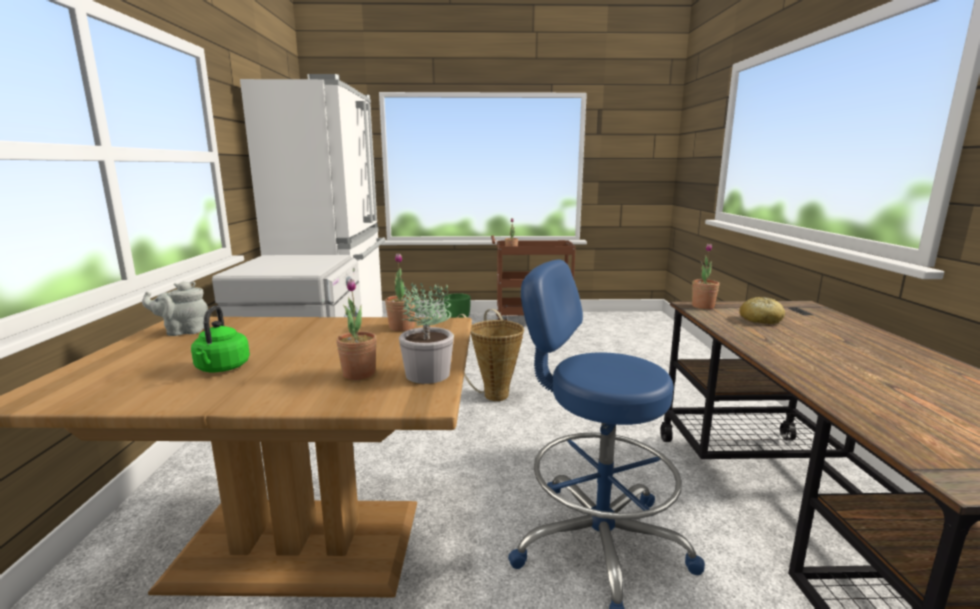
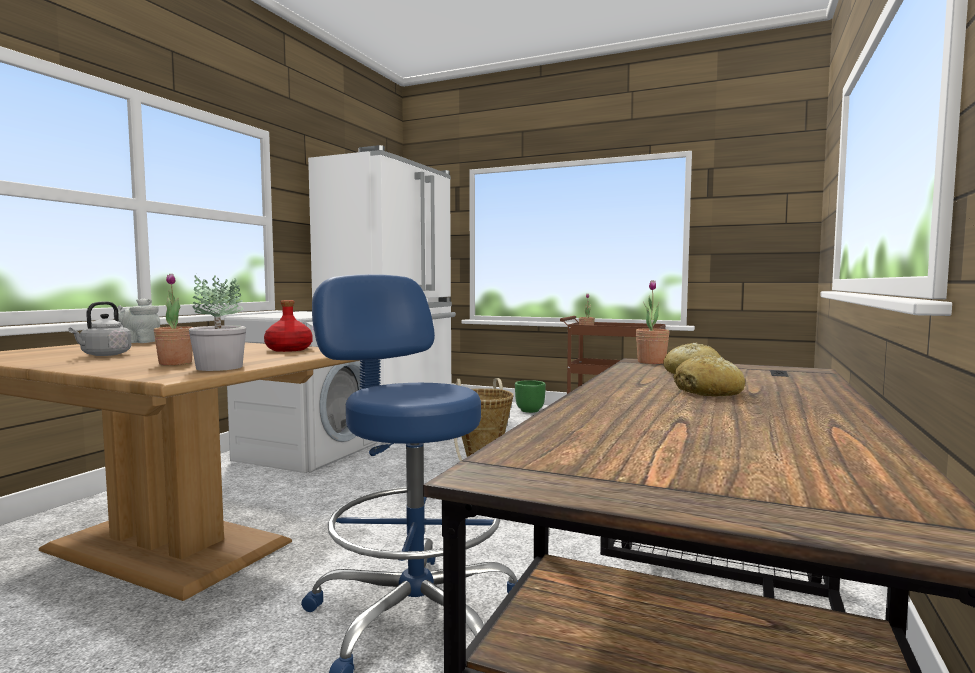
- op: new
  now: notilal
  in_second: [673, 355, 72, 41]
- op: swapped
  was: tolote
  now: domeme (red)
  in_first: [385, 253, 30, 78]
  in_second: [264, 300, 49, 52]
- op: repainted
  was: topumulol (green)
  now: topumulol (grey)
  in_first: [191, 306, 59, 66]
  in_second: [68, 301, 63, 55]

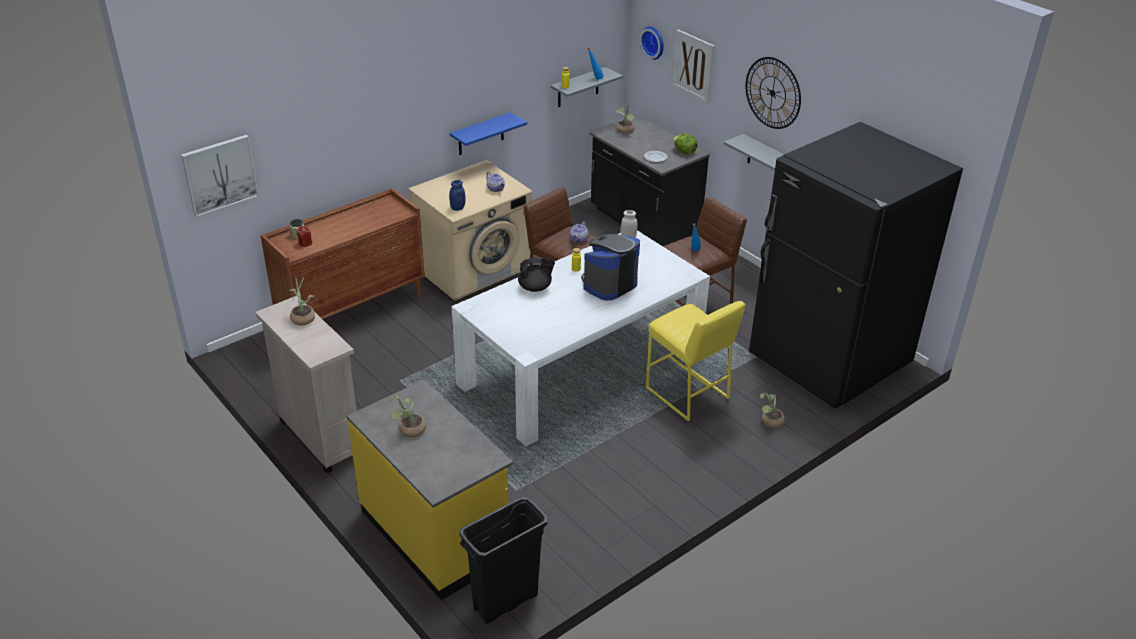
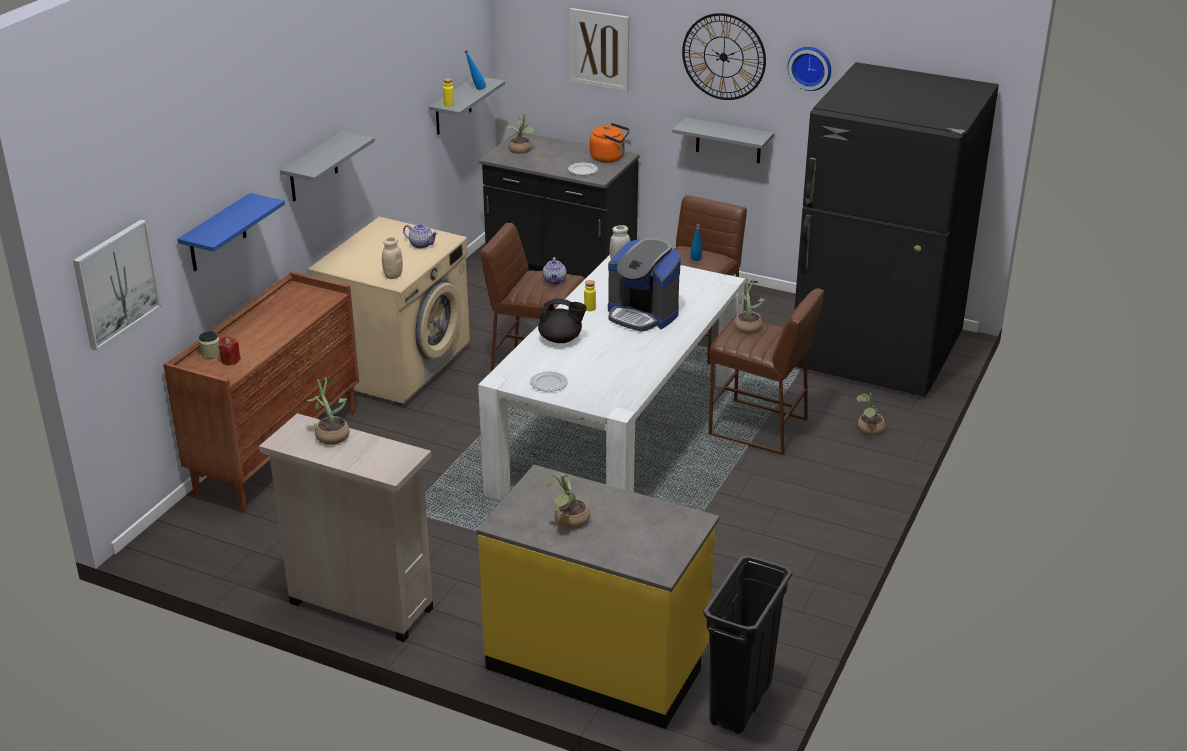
- op: new
  now: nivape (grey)
  in_second: [280, 131, 95, 70]
- op: new
  now: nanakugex
  in_second: [530, 371, 38, 21]
- op: new
  now: tolote
  in_second: [734, 278, 31, 56]
- op: shifted
  was: nivape (blue)
  in_first: [450, 112, 77, 43]
  in_second: [177, 193, 108, 78]
- op: shifted
  was: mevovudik
  in_first: [640, 26, 24, 34]
  in_second: [788, 47, 43, 44]
- op: swapped
  was: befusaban
  now: topumulol (orange)
  in_first: [673, 134, 25, 20]
  in_second: [590, 123, 40, 40]
- op: repainted
  was: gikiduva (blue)
  now: gikiduva (beige)
  in_first: [449, 180, 17, 31]
  in_second: [382, 237, 21, 42]
- op: repainted
  was: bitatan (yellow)
  now: bitatan (brown)
  in_first: [646, 301, 100, 120]
  in_second: [709, 288, 115, 167]
- op: rotated
  was: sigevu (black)
  in_first: [518, 258, 37, 34]
  in_second: [538, 298, 49, 45]
  clockwise: 45
- op: rotated
  was: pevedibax
  in_first: [581, 234, 59, 66]
  in_second: [608, 238, 73, 94]
  clockwise: -75

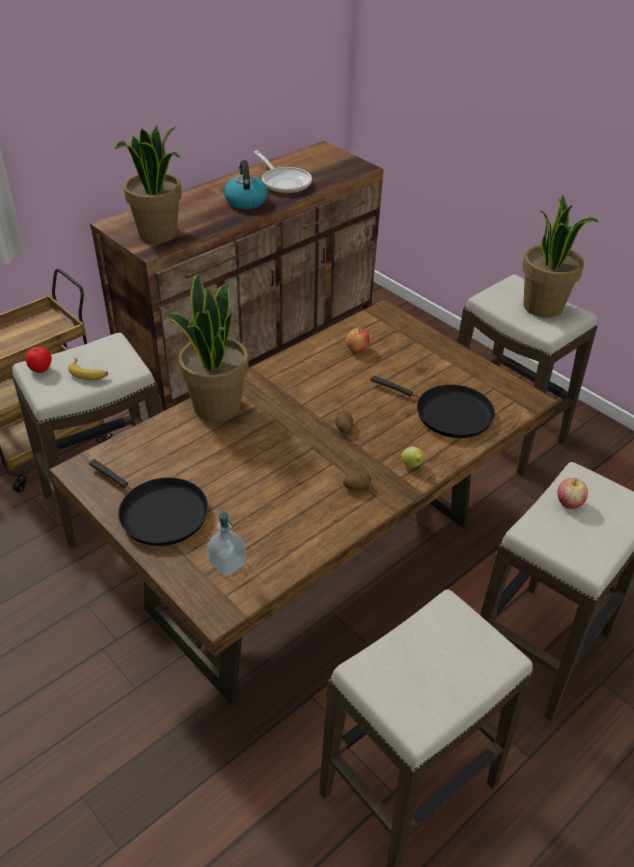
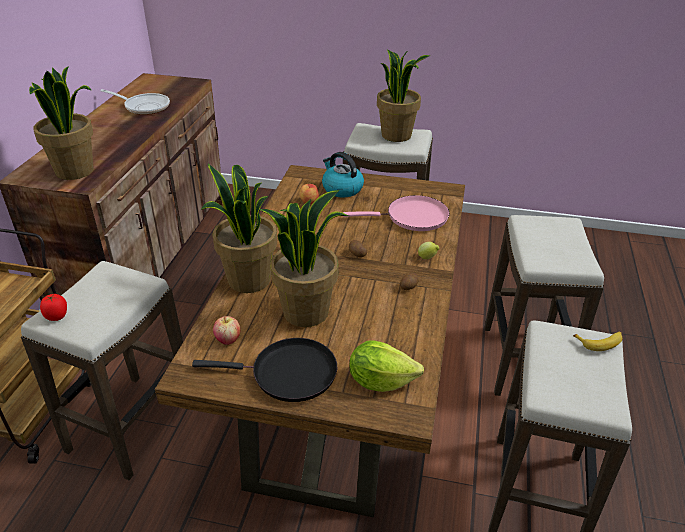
- op: new
  now: tolote
  in_second: [259, 190, 90, 137]
- op: shifted
  was: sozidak
  in_first: [68, 358, 40, 22]
  in_second: [573, 332, 49, 19]
- op: shifted
  was: topumulol
  in_first: [224, 160, 43, 49]
  in_second: [322, 152, 42, 46]
- op: shifted
  was: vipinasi
  in_first: [557, 478, 31, 31]
  in_second: [213, 316, 28, 29]
- op: swapped
  was: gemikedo
  now: befusaban
  in_first: [207, 512, 39, 64]
  in_second: [349, 340, 75, 52]
- op: repainted
  was: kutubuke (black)
  now: kutubuke (pink)
  in_first: [370, 376, 125, 62]
  in_second: [343, 195, 107, 36]

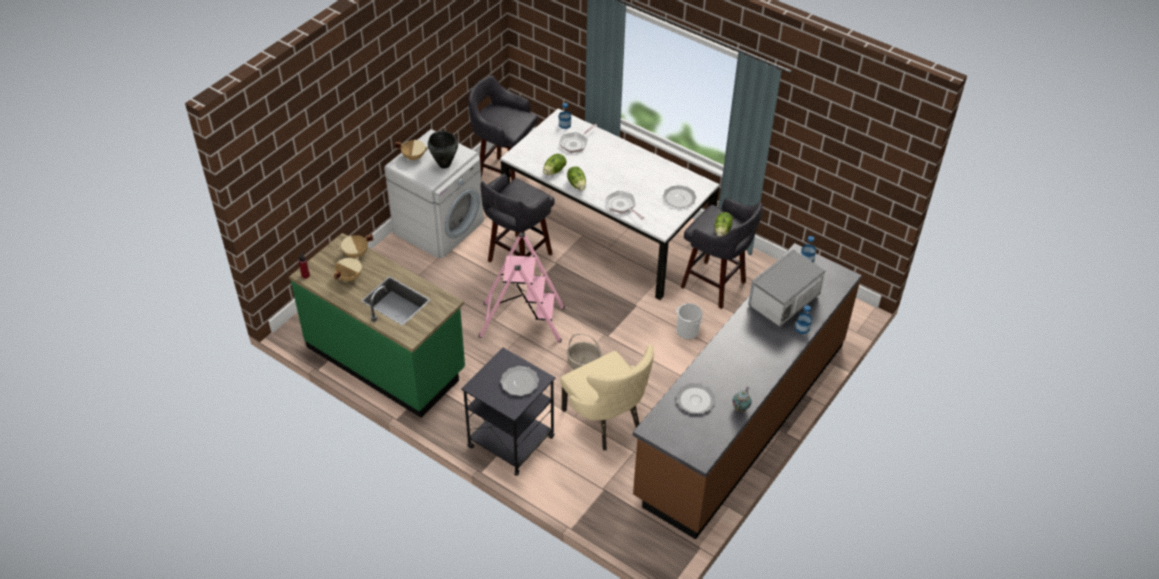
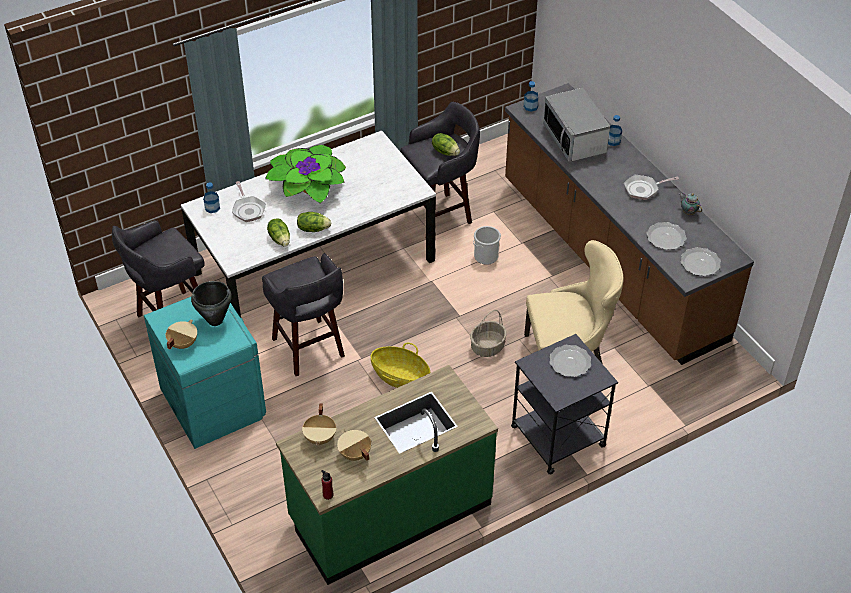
- op: new
  now: tolote
  in_second: [265, 145, 81, 59]
- op: shifted
  was: kutubuke
  in_first: [606, 191, 39, 28]
  in_second: [624, 175, 55, 25]
- op: shifted
  was: nanakugex
  in_first: [663, 185, 34, 23]
  in_second: [681, 247, 40, 29]
- op: swapped
  was: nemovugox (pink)
  now: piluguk
  in_first: [478, 232, 87, 110]
  in_second: [371, 343, 60, 45]
- op: repainted
  was: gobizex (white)
  now: gobizex (turquoise)
  in_first: [384, 129, 100, 129]
  in_second: [144, 297, 122, 152]

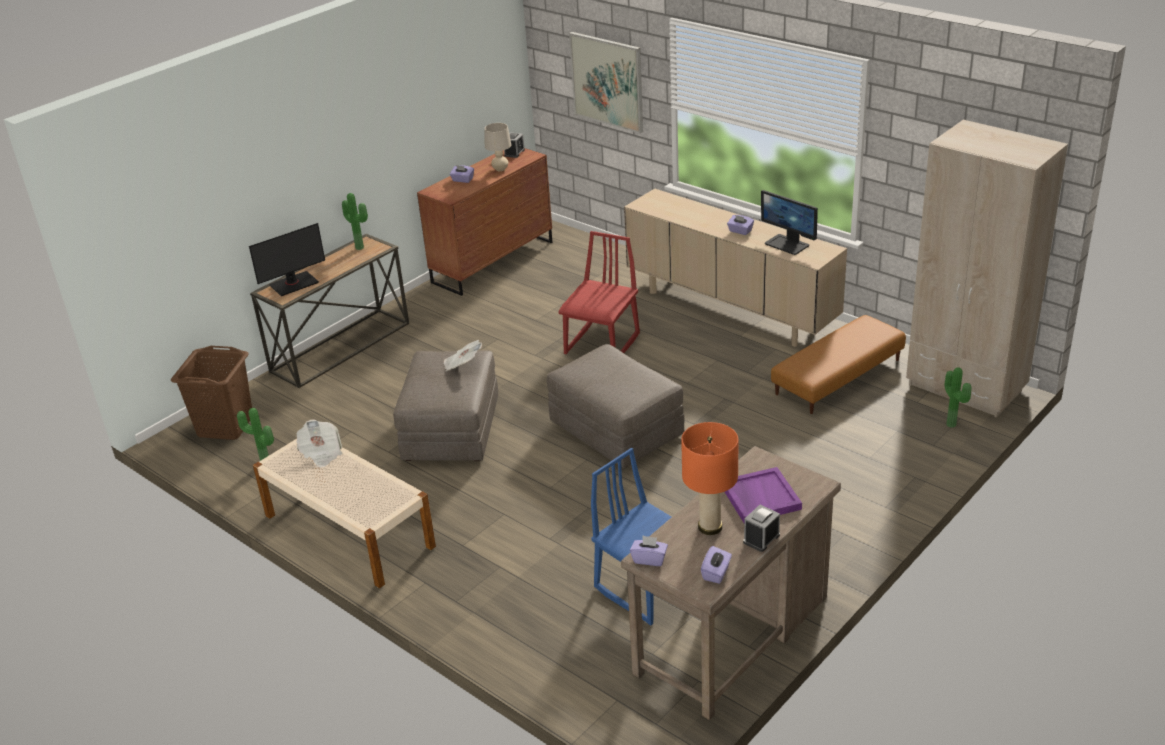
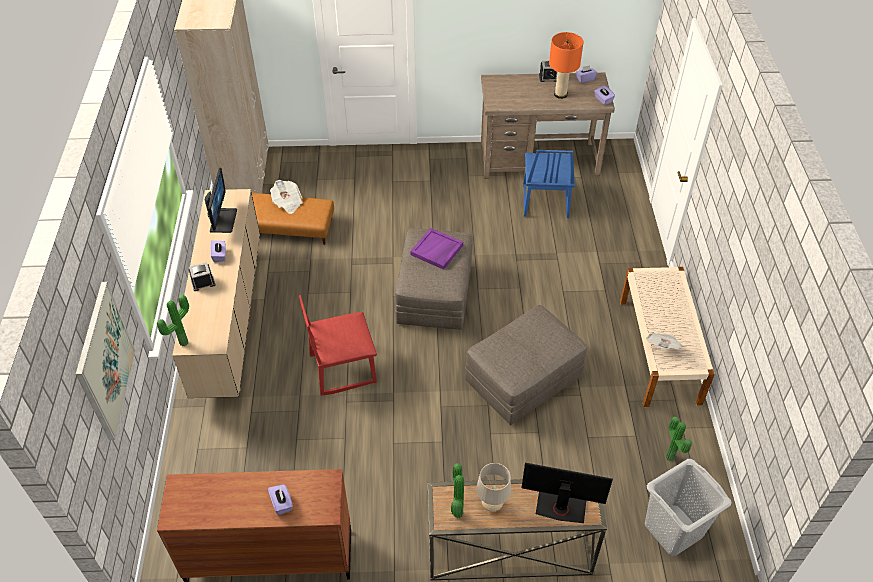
- op: shifted
  was: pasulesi
  in_first: [444, 340, 38, 31]
  in_second: [270, 180, 33, 34]
- op: shifted
  was: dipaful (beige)
  in_first: [485, 123, 26, 48]
  in_second: [476, 463, 35, 49]
- op: shifted
  was: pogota
  in_first: [504, 132, 21, 26]
  in_second: [188, 262, 27, 29]
- op: shifted
  was: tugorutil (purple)
  in_first: [725, 467, 77, 56]
  in_second: [410, 228, 53, 42]
- op: shifted
  was: tolote
  in_first: [945, 367, 26, 61]
  in_second: [157, 295, 32, 51]
- op: repainted
  was: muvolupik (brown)
  now: muvolupik (grey)
  in_first: [171, 346, 81, 94]
  in_second: [645, 459, 87, 97]

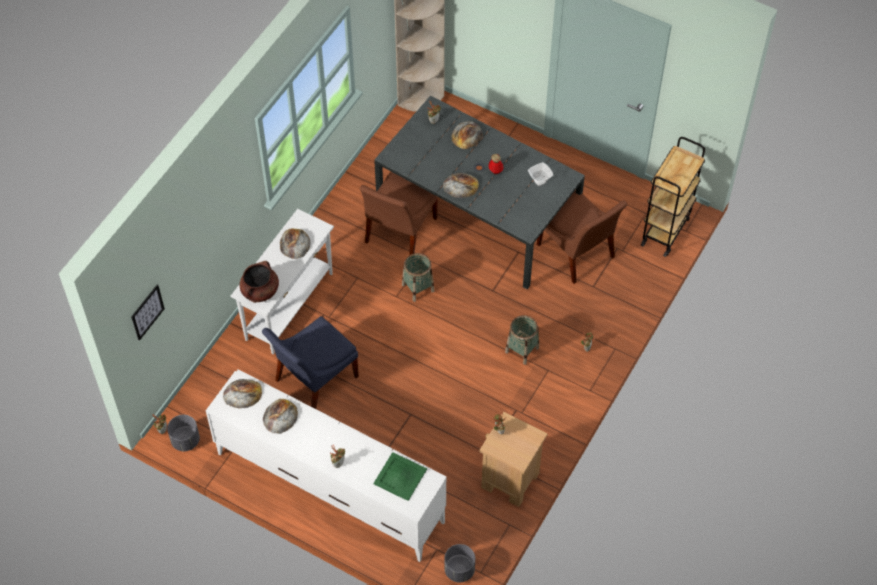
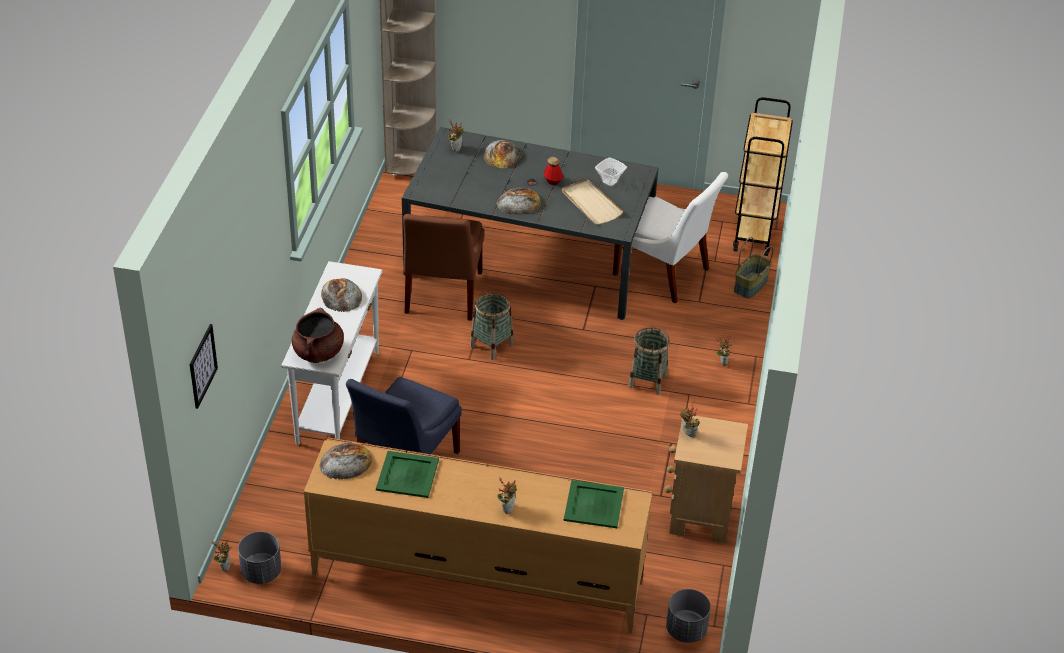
- op: new
  now: tugorutil (beige)
  in_second: [562, 179, 61, 45]
- op: new
  now: piluguk
  in_second: [734, 237, 39, 62]
- op: swapped
  was: notilal
  now: tugorutil (green)
  in_first: [263, 399, 35, 35]
  in_second: [376, 451, 63, 47]
- op: repainted
  was: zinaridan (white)
  now: zinaridan (brown)
  in_first: [206, 369, 240, 193]
  in_second: [304, 437, 348, 197]
- op: repainted
  was: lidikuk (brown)
  now: lidikuk (white)
  in_first: [537, 191, 90, 93]
  in_second: [613, 172, 115, 131]

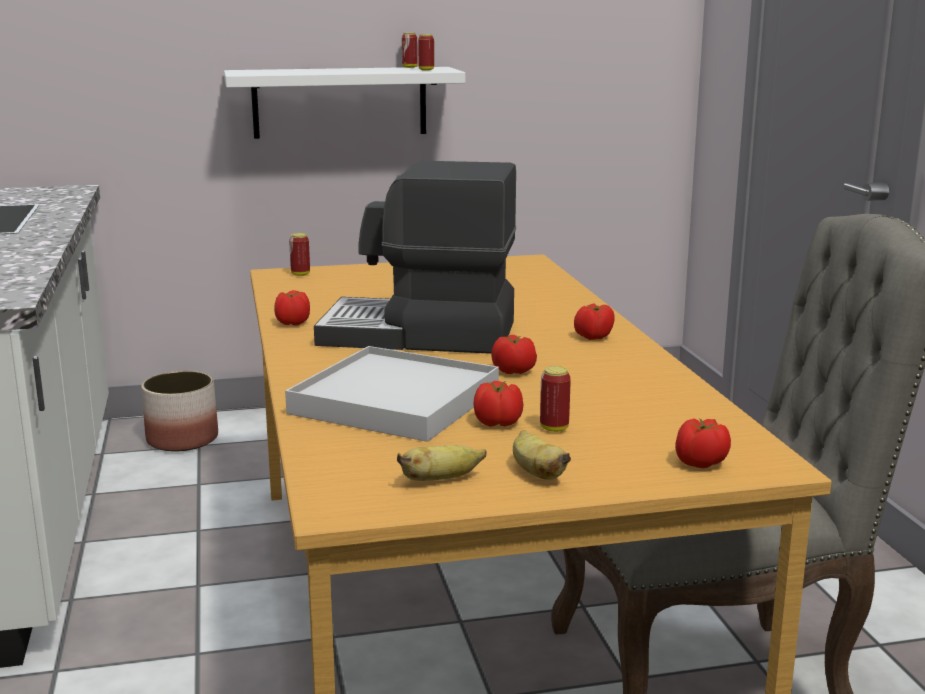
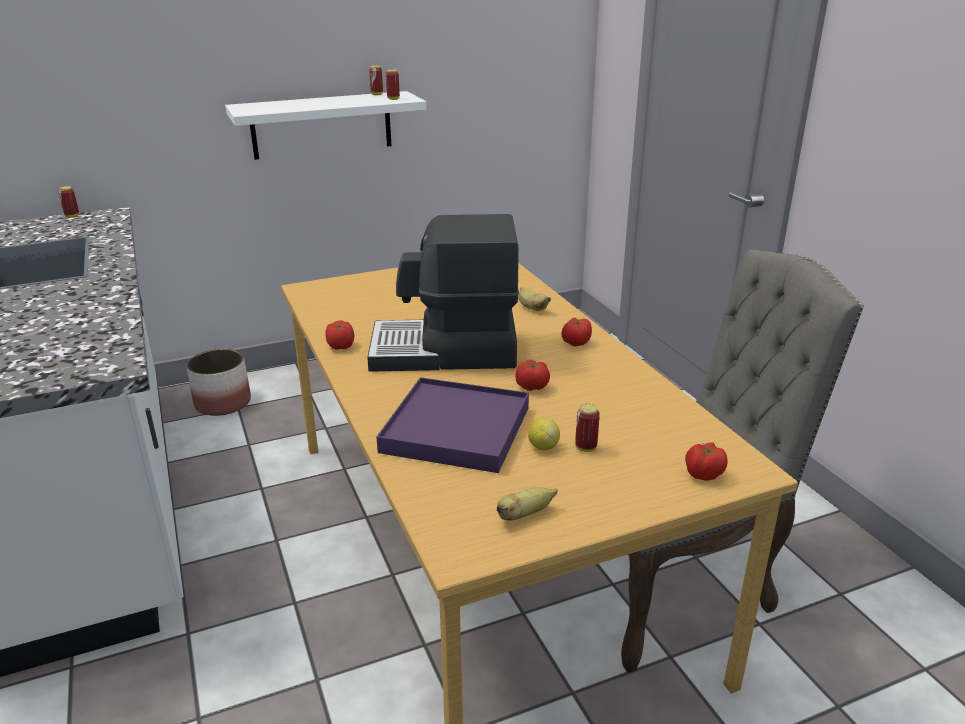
- op: shifted
  was: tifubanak
  in_first: [289, 233, 21, 43]
  in_second: [59, 186, 20, 32]
- op: shifted
  was: sozidak
  in_first: [513, 430, 58, 50]
  in_second: [518, 287, 33, 24]
- op: swapped
  was: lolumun
  now: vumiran
  in_first: [473, 381, 50, 46]
  in_second: [528, 418, 32, 32]
- op: repainted
  was: tugorutil (white)
  now: tugorutil (purple)
  in_first: [285, 346, 214, 96]
  in_second: [377, 377, 152, 96]

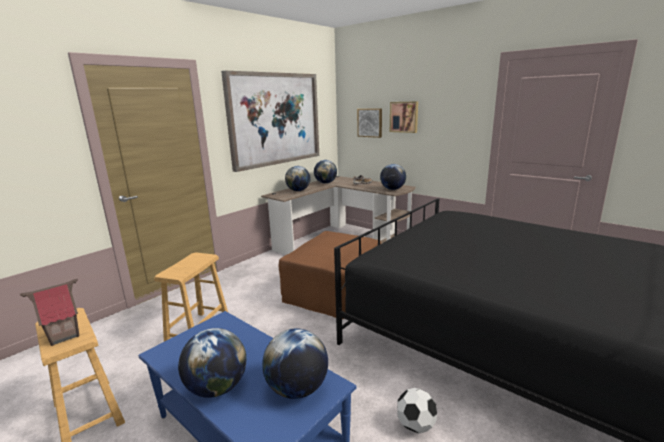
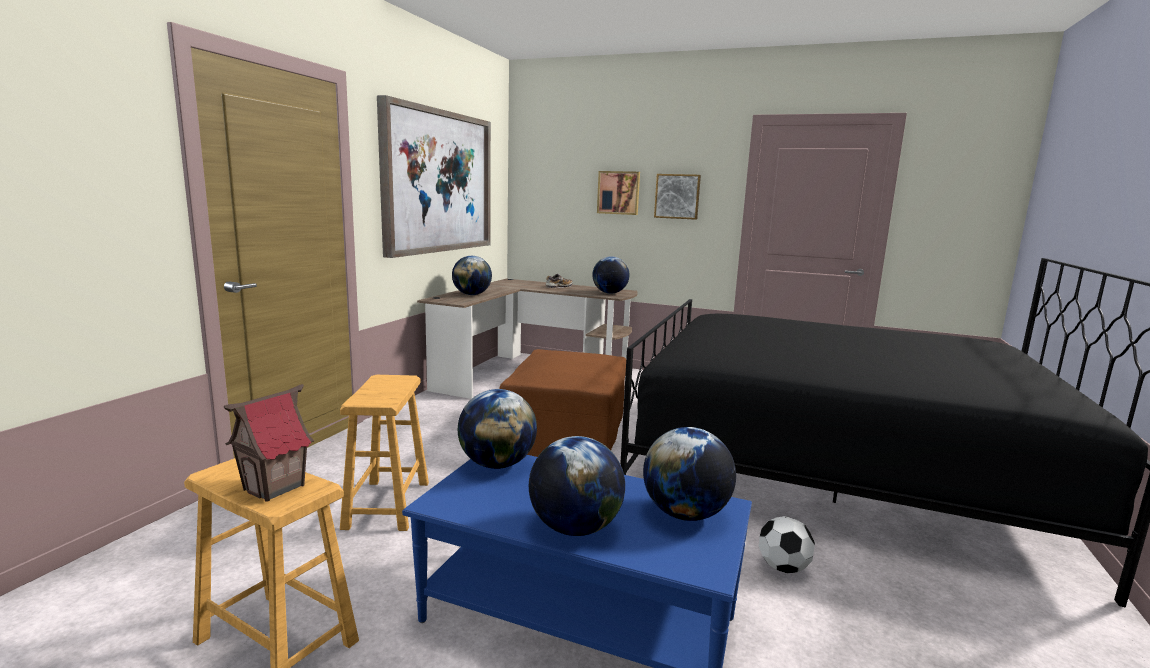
- op: shifted
  was: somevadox
  in_first: [314, 160, 23, 23]
  in_second: [458, 389, 79, 80]
- op: shifted
  was: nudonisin
  in_first: [357, 109, 25, 29]
  in_second: [654, 174, 47, 46]

